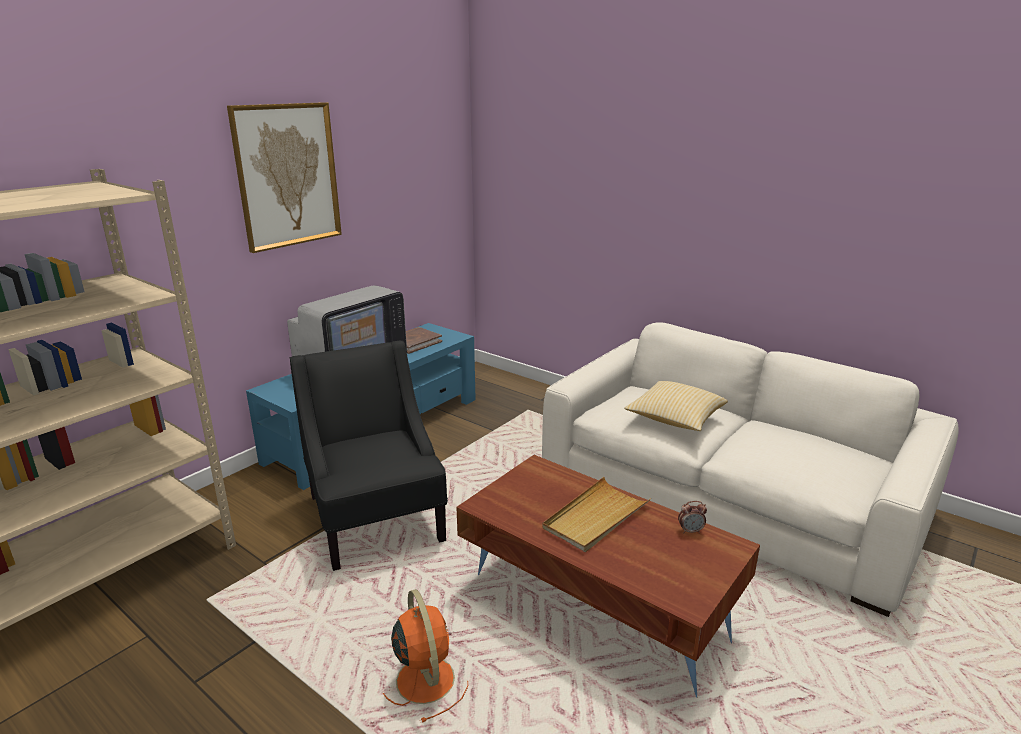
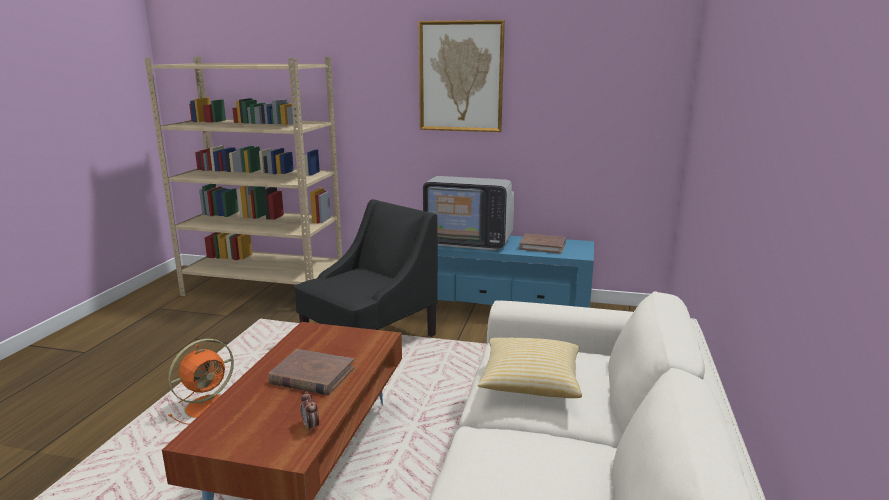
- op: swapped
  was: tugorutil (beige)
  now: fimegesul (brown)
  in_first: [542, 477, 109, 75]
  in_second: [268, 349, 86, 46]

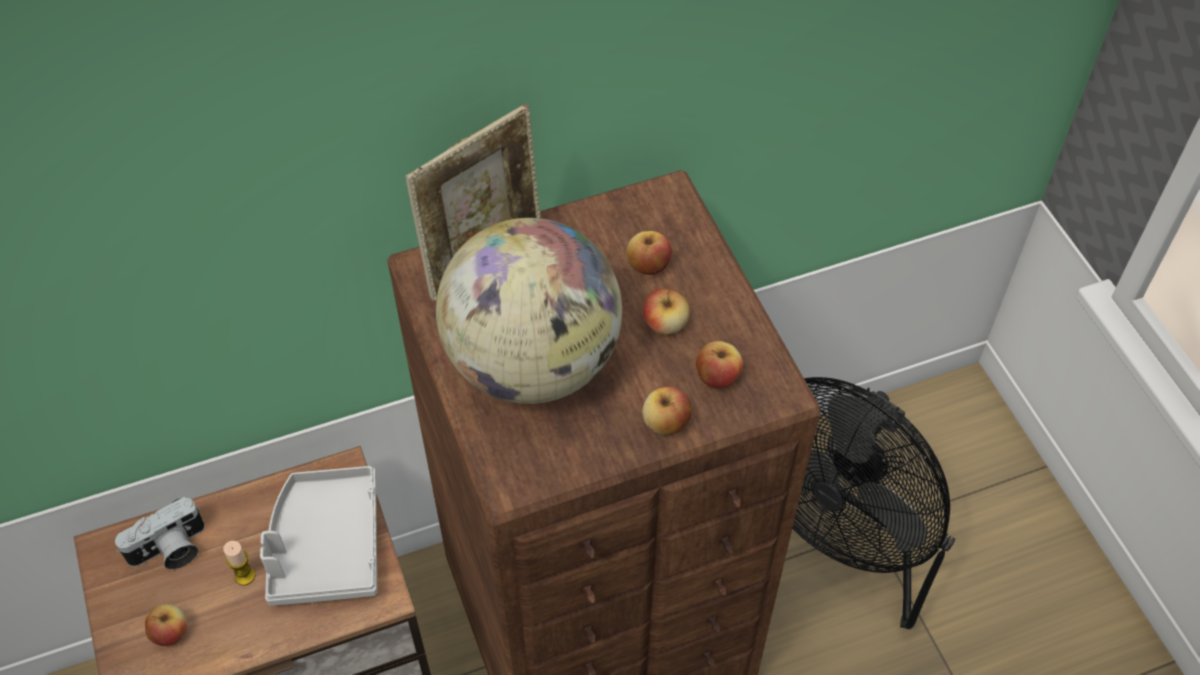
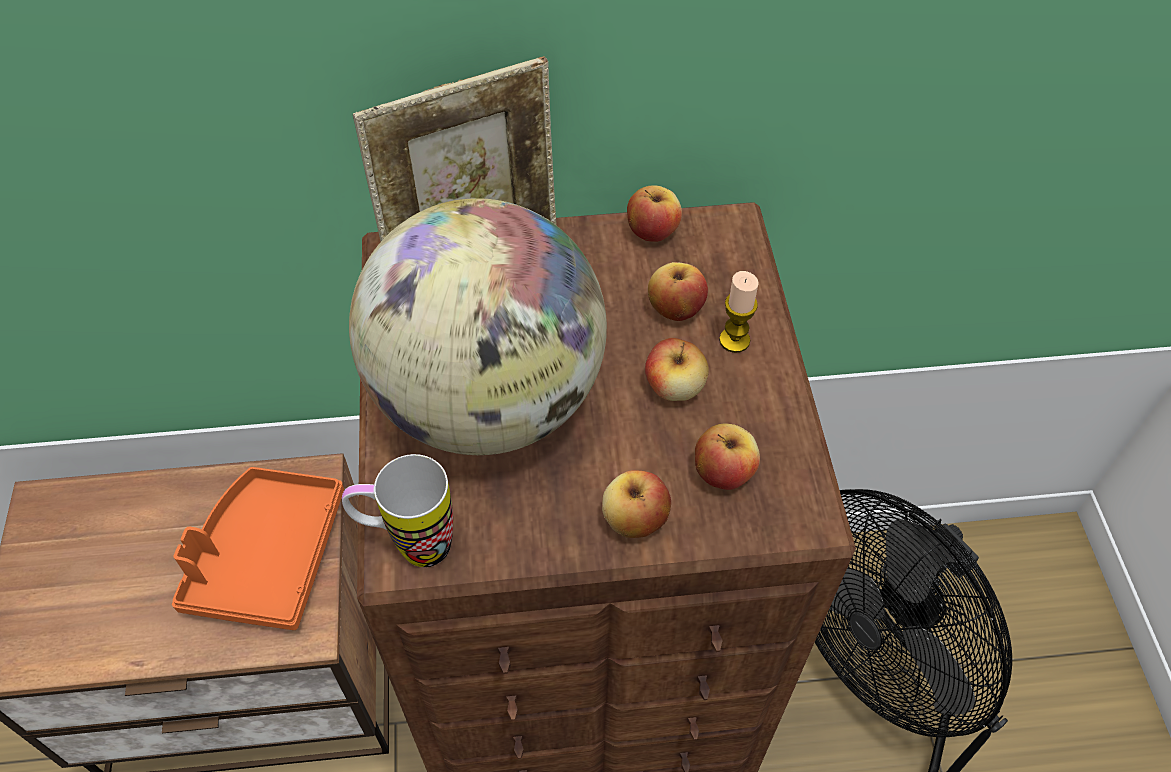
- op: gone
  was: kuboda
  in_first: [115, 497, 90, 73]
- op: new
  now: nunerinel
  in_second: [342, 454, 111, 113]
- op: shifted
  was: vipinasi
  in_first: [145, 604, 43, 42]
  in_second: [627, 185, 55, 57]
- op: shifted
  was: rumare
  in_first: [223, 541, 33, 44]
  in_second: [719, 271, 40, 82]
- op: repainted
  was: tugorutil (grey)
  now: tugorutil (orange)
  in_first: [260, 466, 117, 140]
  in_second: [172, 467, 172, 163]

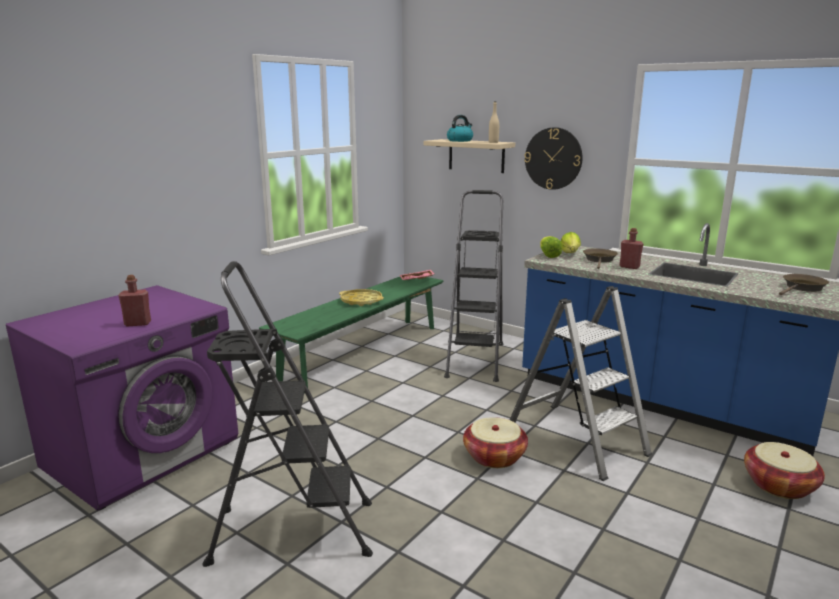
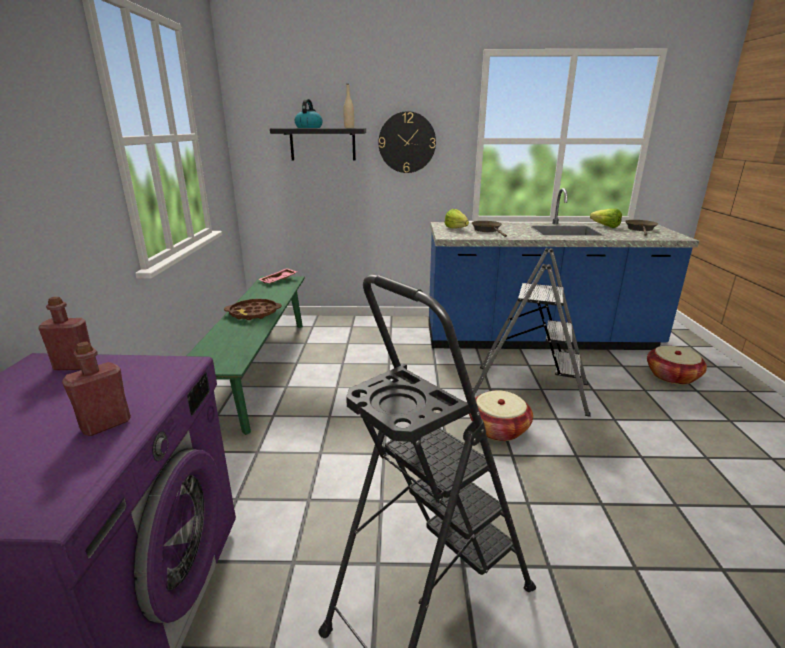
- op: gone
  was: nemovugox
  in_first: [444, 190, 60, 192]
- op: shifted
  was: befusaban
  in_first: [540, 236, 22, 22]
  in_second: [590, 209, 32, 19]
- op: shifted
  was: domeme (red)
  in_first: [620, 228, 23, 41]
  in_second: [38, 297, 53, 73]
- op: repainted
  was: tugorutil (yellow)
  now: tugorutil (brown)
  in_first: [339, 289, 45, 17]
  in_second: [224, 299, 58, 21]
- op: repainted
  was: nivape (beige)
  now: nivape (black)
  in_first: [424, 139, 91, 34]
  in_second: [270, 128, 96, 33]

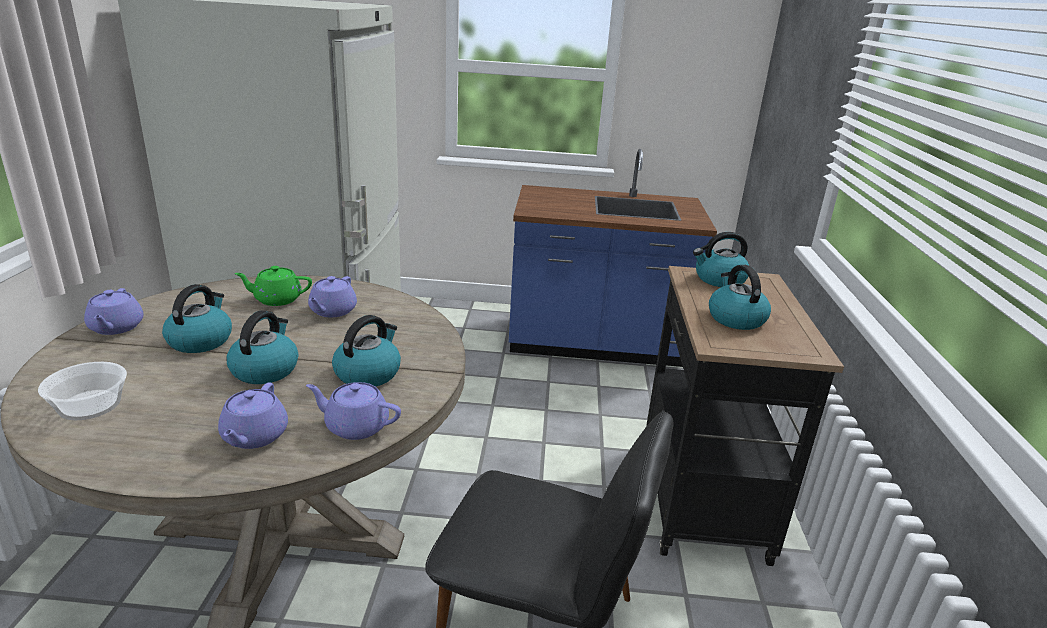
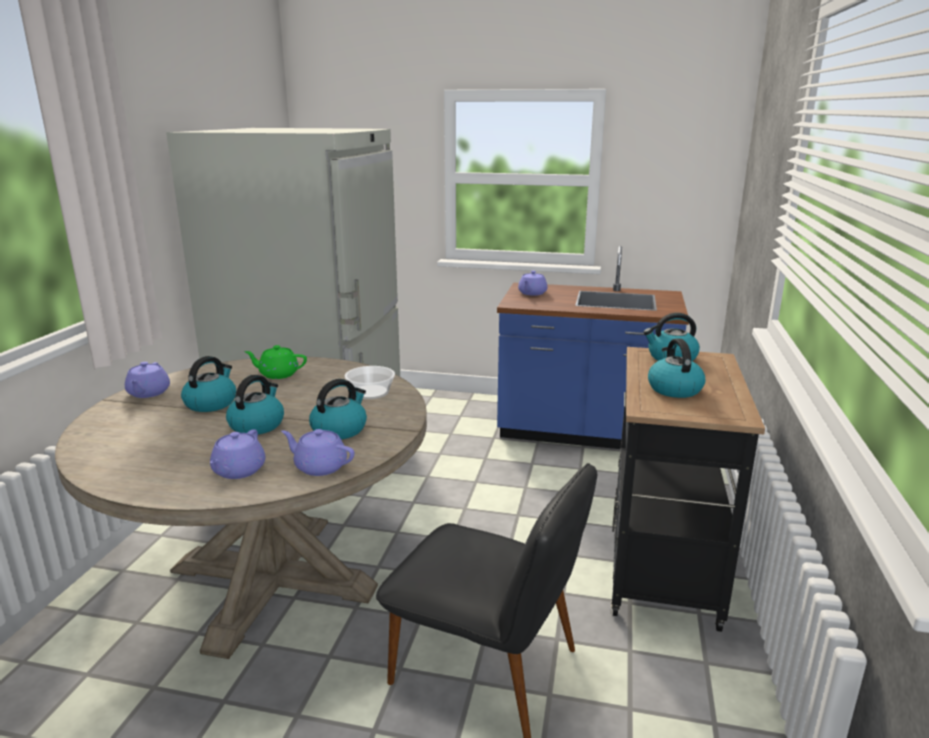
- op: shifted
  was: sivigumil
  in_first: [38, 362, 89, 58]
  in_second: [345, 366, 50, 33]
- op: shifted
  was: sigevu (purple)
  in_first: [308, 276, 49, 41]
  in_second: [518, 271, 30, 25]

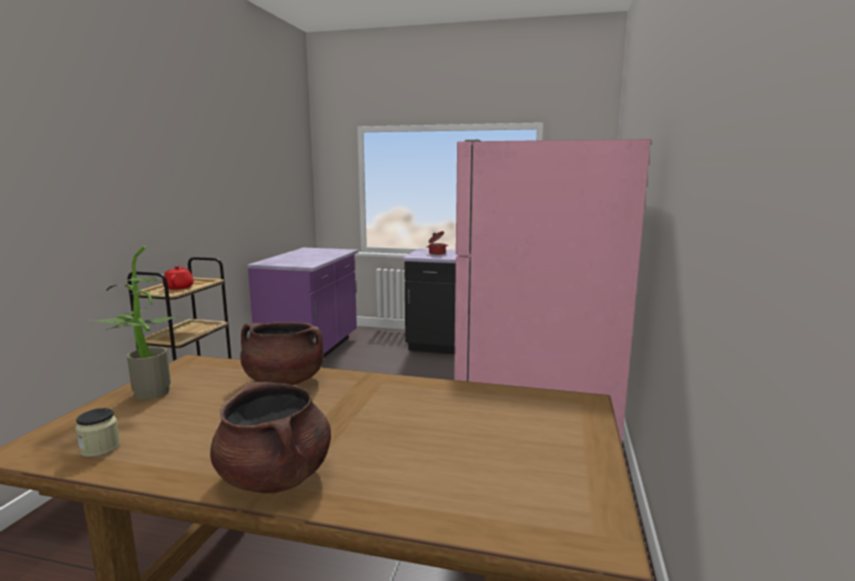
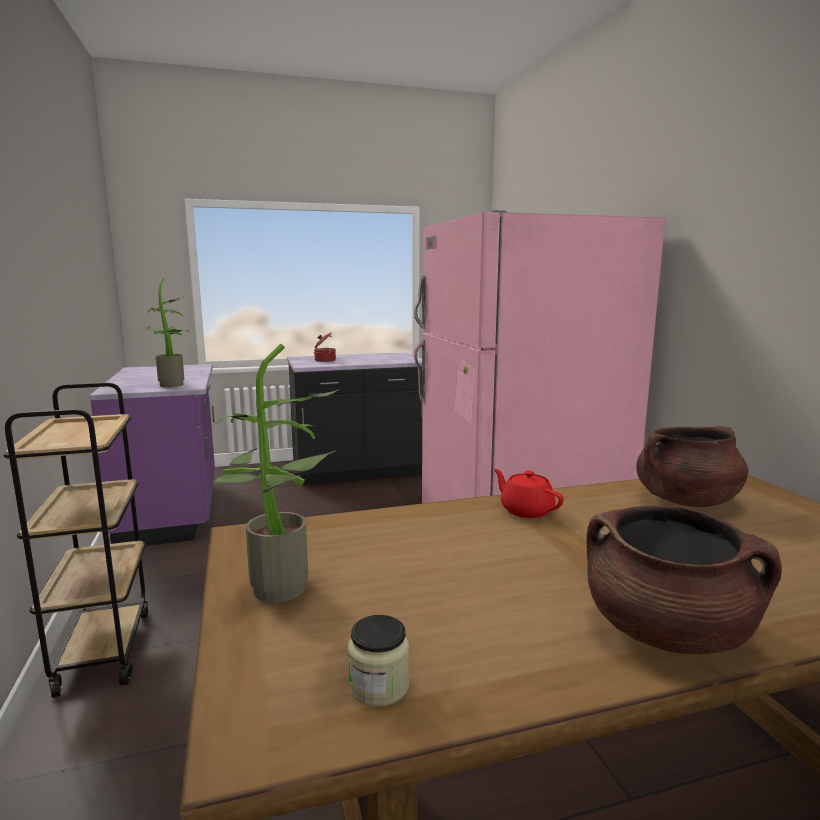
- op: new
  now: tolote
  in_second: [147, 278, 43, 109]
- op: shifted
  was: sigevu (red)
  in_first: [162, 266, 32, 24]
  in_second: [493, 469, 71, 49]
- op: shifted
  was: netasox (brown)
  in_first: [240, 322, 84, 63]
  in_second: [637, 426, 111, 81]

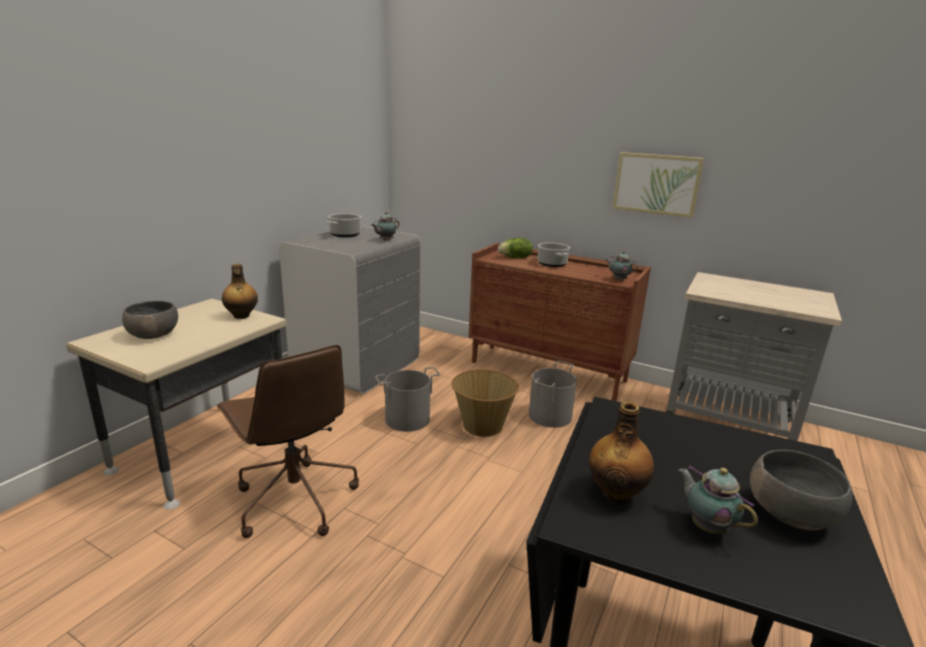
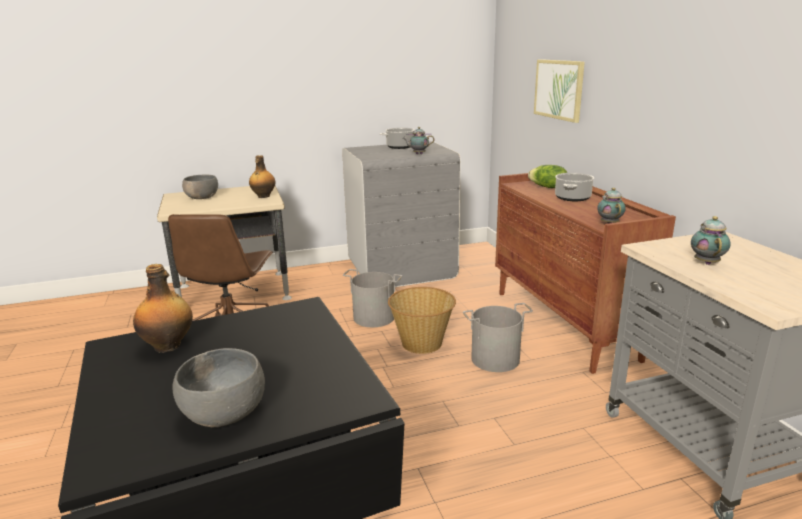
- op: shifted
  was: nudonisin
  in_first: [612, 152, 92, 66]
  in_second: [534, 59, 51, 64]
- op: shifted
  was: sigevu
  in_first: [678, 466, 80, 69]
  in_second: [691, 216, 40, 49]

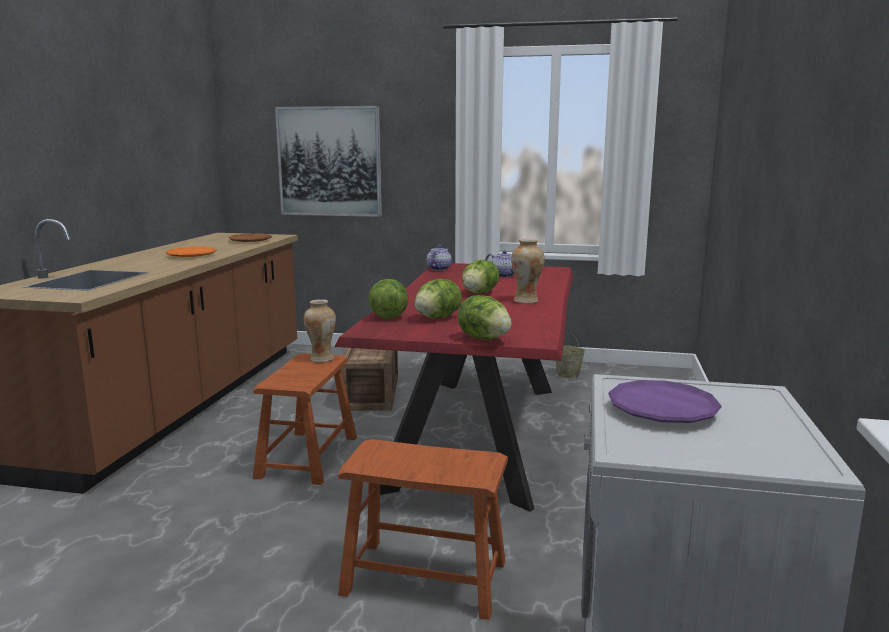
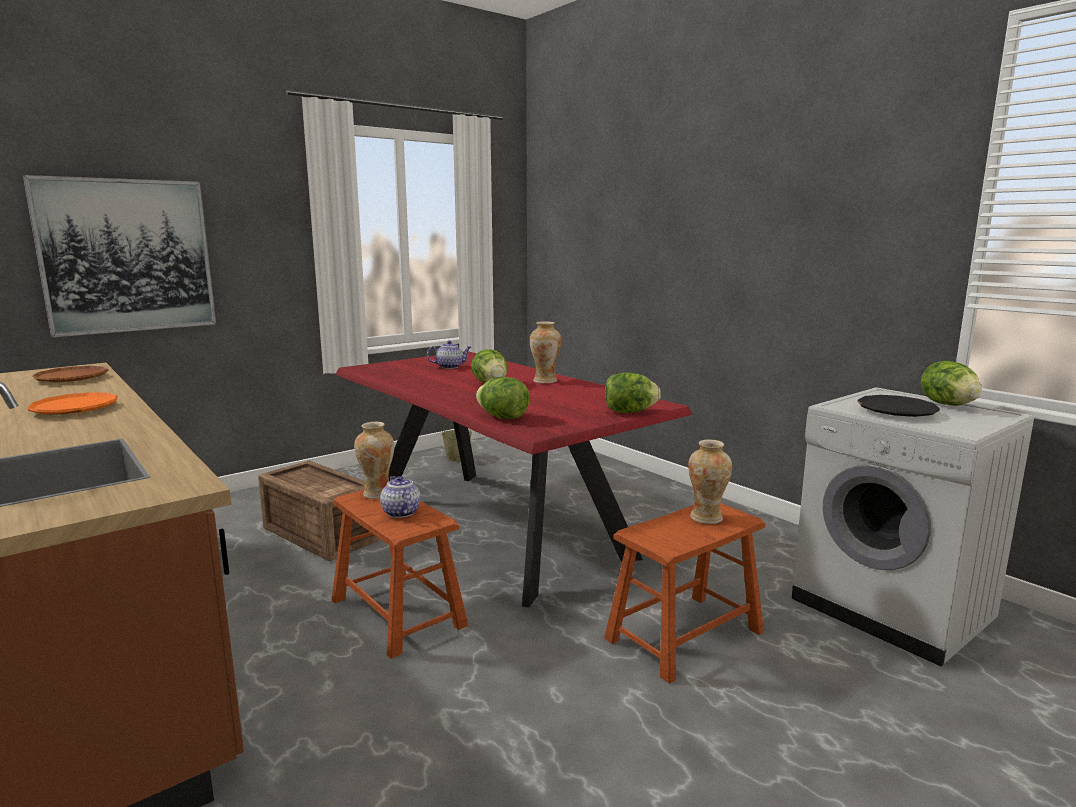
- op: new
  now: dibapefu
  in_second: [688, 440, 44, 84]
- op: shifted
  was: befusaban
  in_first: [414, 279, 48, 39]
  in_second: [921, 361, 61, 45]
- op: shifted
  was: sigevu
  in_first: [427, 245, 25, 26]
  in_second: [380, 476, 41, 42]
- op: repainted
  was: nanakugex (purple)
  now: nanakugex (black)
  in_first: [608, 380, 114, 43]
  in_second: [857, 395, 83, 22]

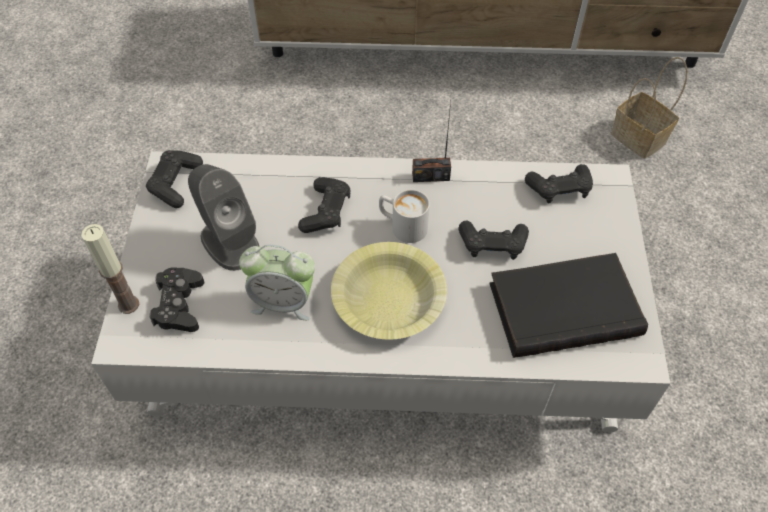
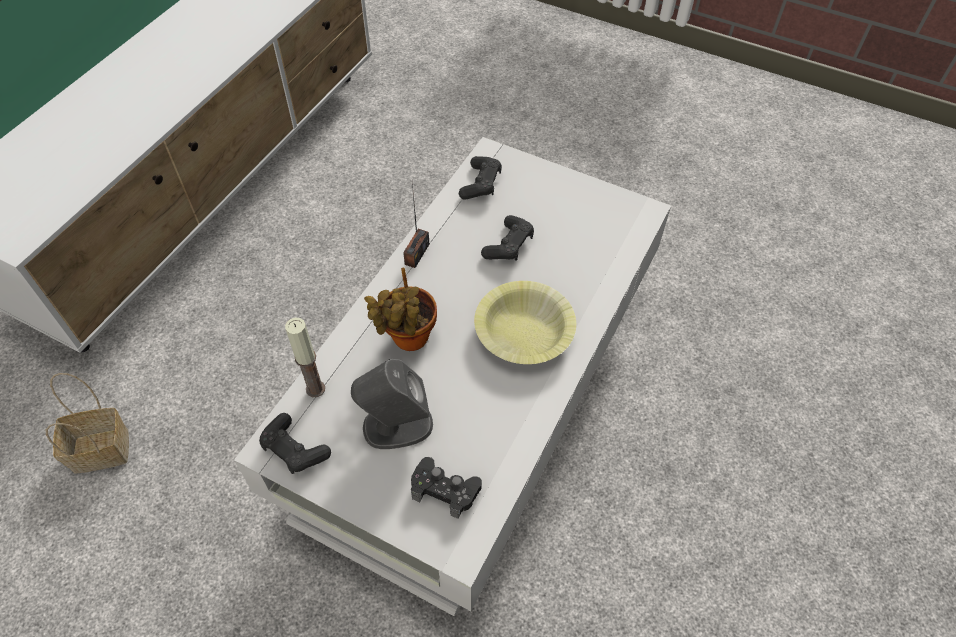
- op: gone
  was: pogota
  in_first: [239, 245, 76, 75]
- op: gone
  was: nunerinel (white)
  in_first: [379, 189, 51, 54]
- op: gone
  was: fimegesul (black)
  in_first: [489, 253, 159, 105]
- op: shifted
  was: rumare
  in_first: [81, 224, 58, 90]
  in_second: [285, 317, 40, 80]
- op: shifted
  was: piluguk
  in_first: [611, 57, 77, 102]
  in_second: [46, 373, 83, 101]
- op: swapped
  was: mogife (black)
  now: tolote
  in_first: [298, 177, 52, 56]
  in_second: [364, 267, 73, 84]

